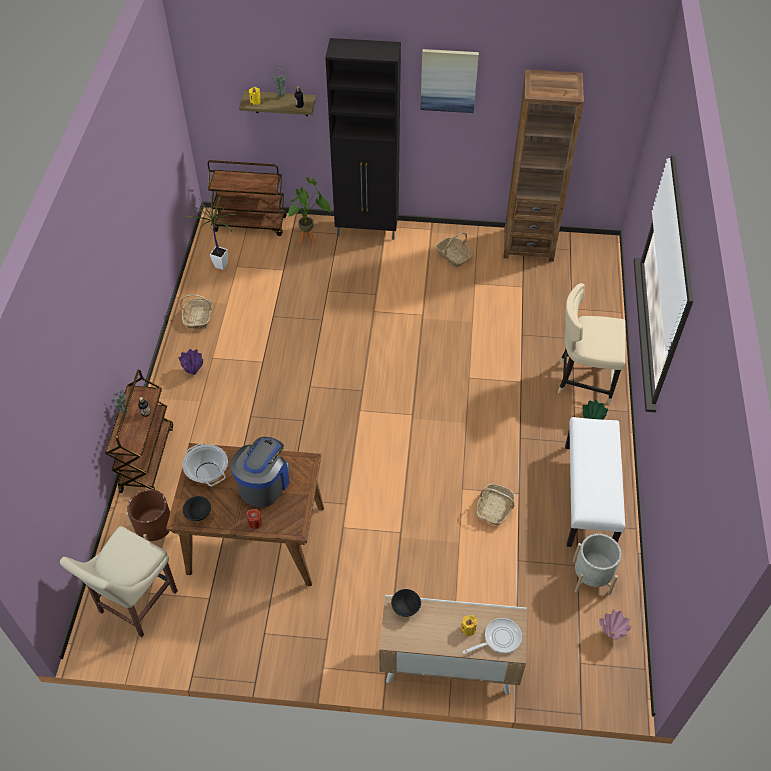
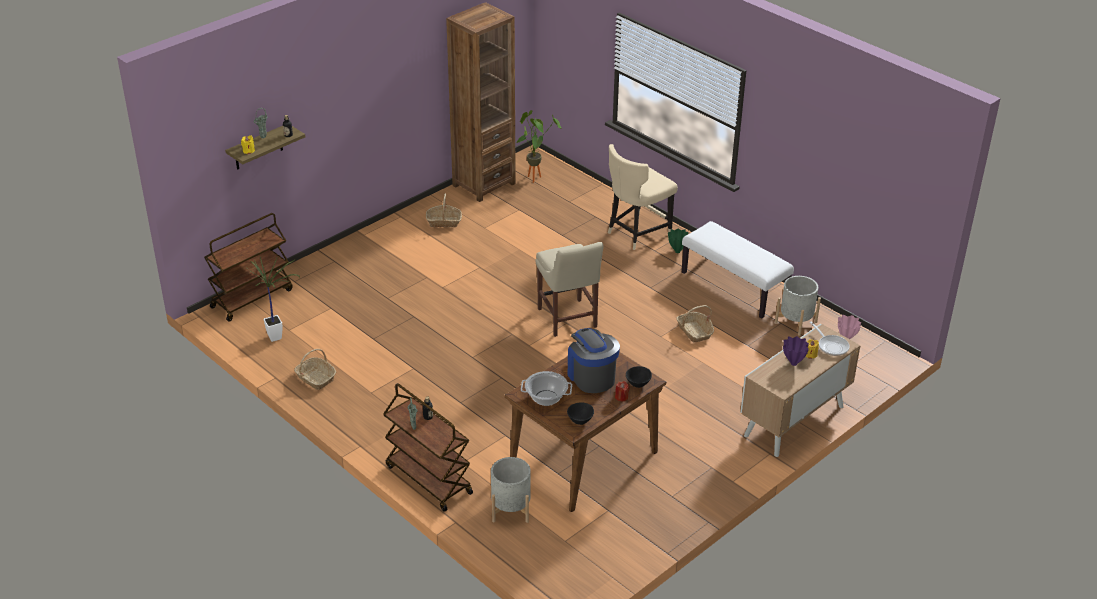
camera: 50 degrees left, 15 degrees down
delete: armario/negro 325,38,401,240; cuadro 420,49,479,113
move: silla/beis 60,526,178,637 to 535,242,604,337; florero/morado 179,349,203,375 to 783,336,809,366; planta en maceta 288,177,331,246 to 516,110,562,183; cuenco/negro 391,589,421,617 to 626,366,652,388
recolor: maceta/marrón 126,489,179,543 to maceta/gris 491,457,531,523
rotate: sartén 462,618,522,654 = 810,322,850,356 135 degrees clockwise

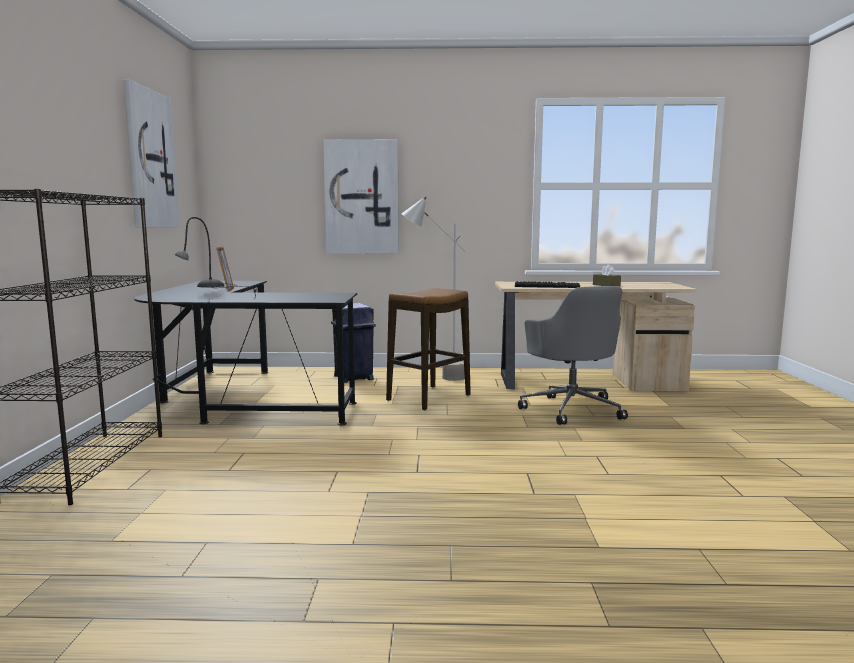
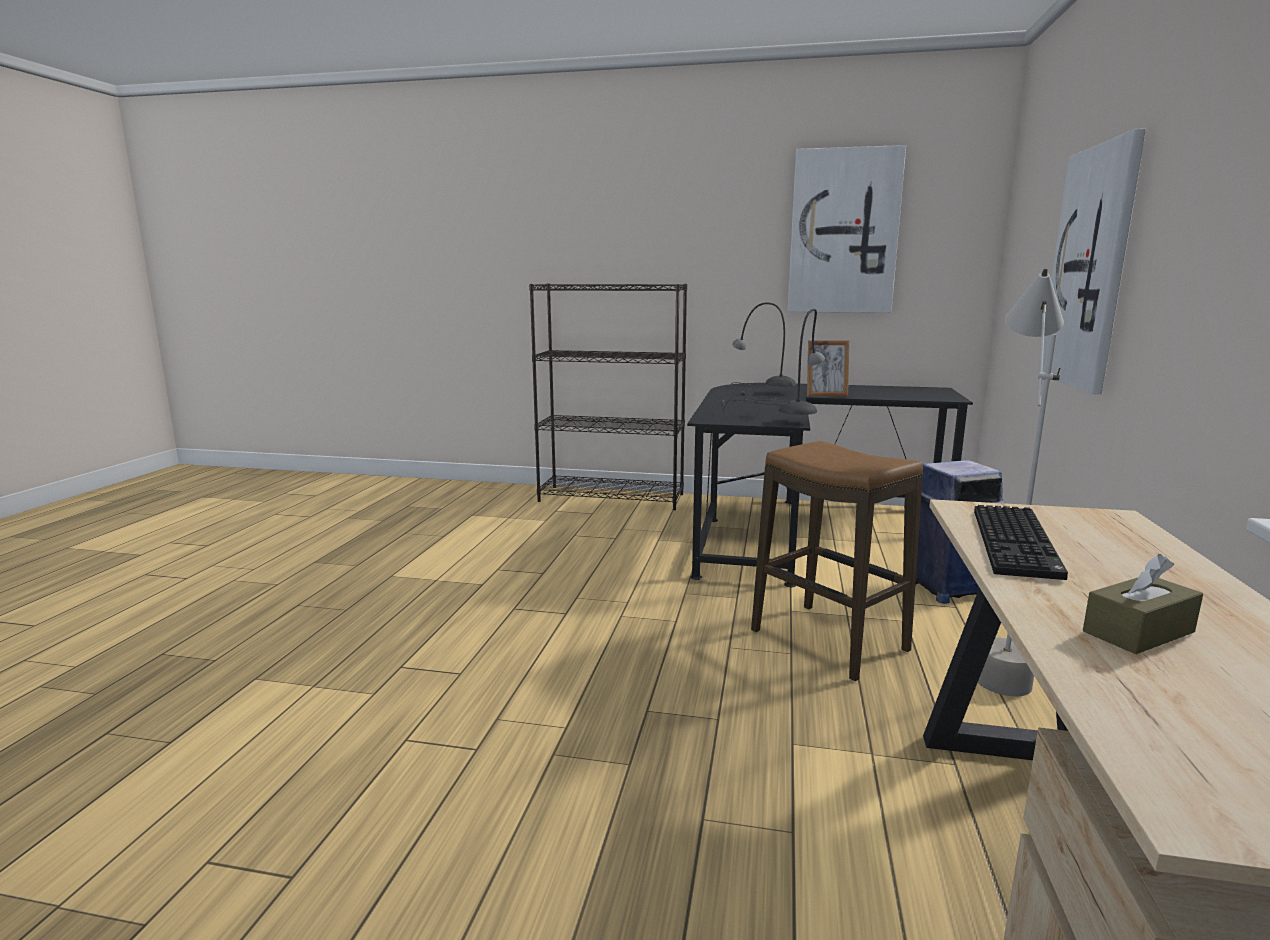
camera: 100 degrees right, 5 degrees up
delete: silla de oficina/gris 518,286,628,425
insert: lámpara de mesa/gris 721,309,825,415

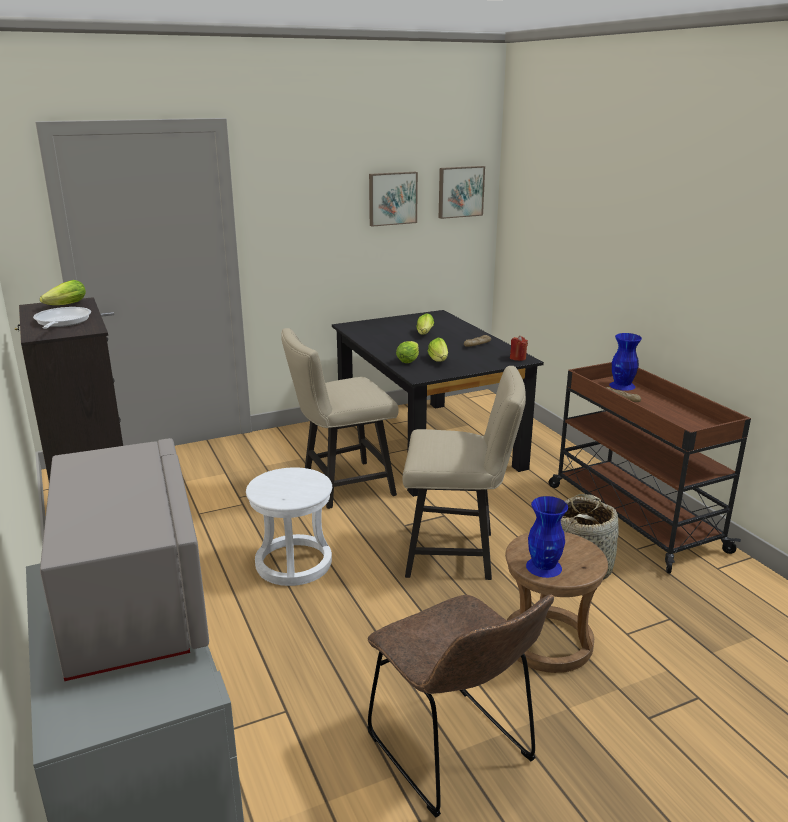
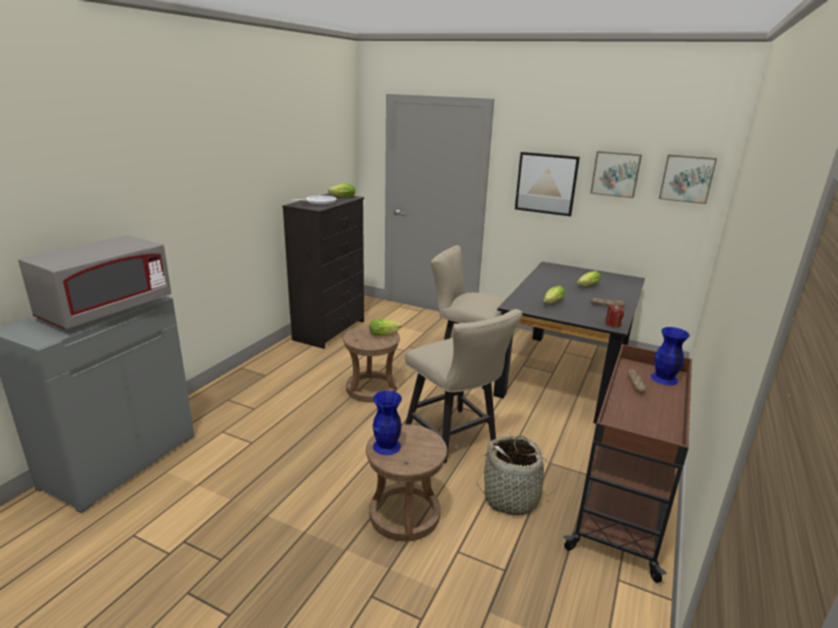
camera: 50 degrees right, 0 degrees up
delete: silla/marrón 367,594,554,817
insert: cuadro 515,152,580,216
move: lechuga 396,341,419,363 to 370,318,401,336
recolor: taburete/blanco 246,467,332,586 to taburete/marrón 343,325,400,403

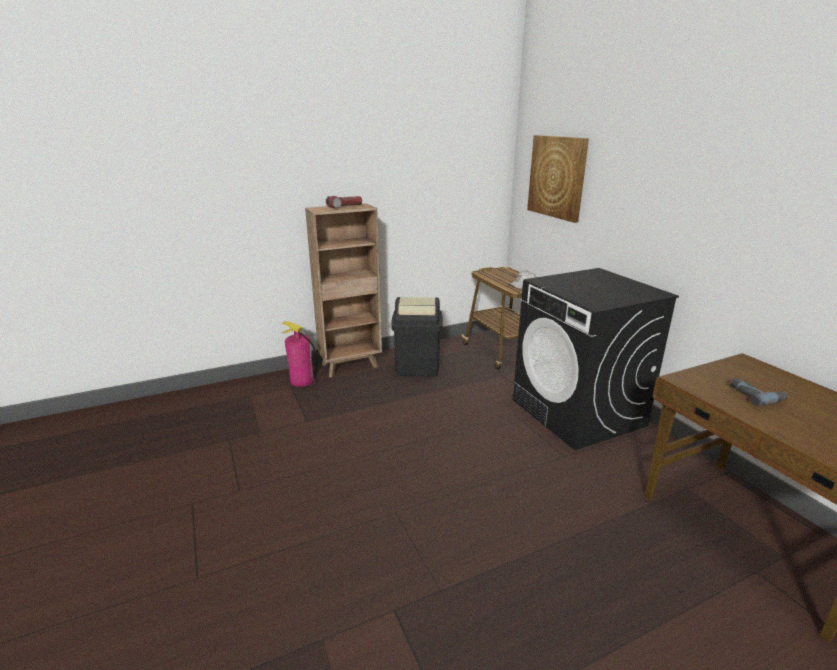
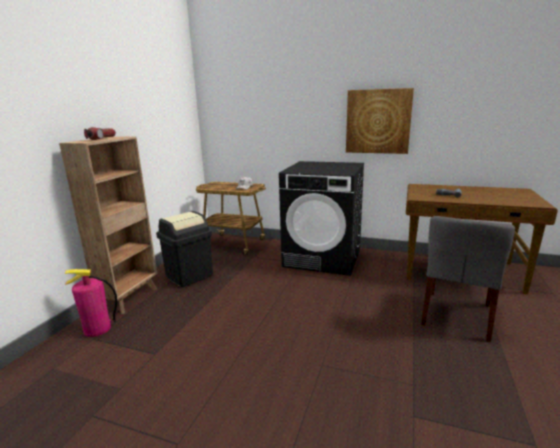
camera: 45 degrees left, 5 degrees down
insert: silla/gris 421,216,515,342
move: cuadro 527,135,589,223 to 346,88,414,154

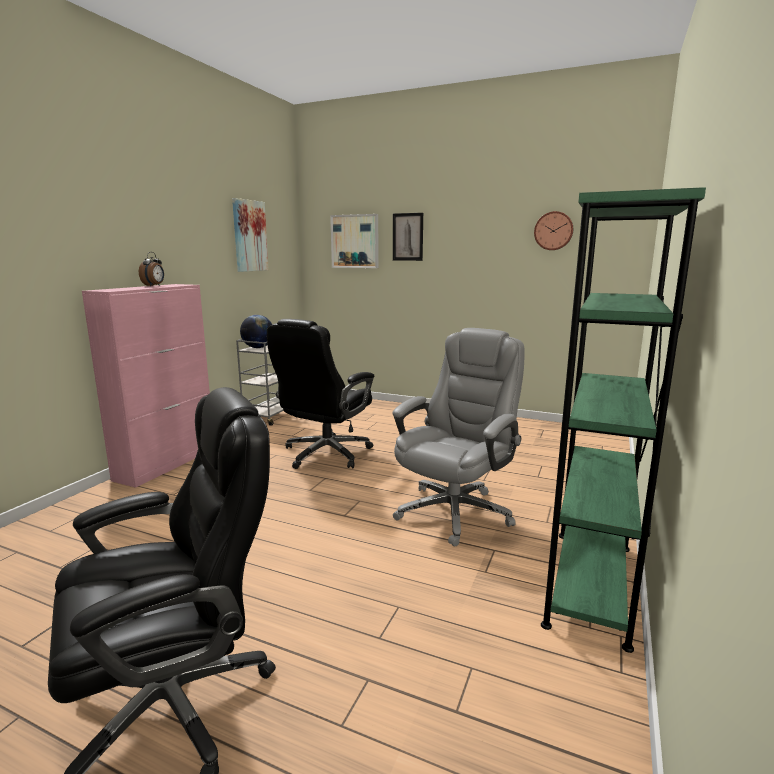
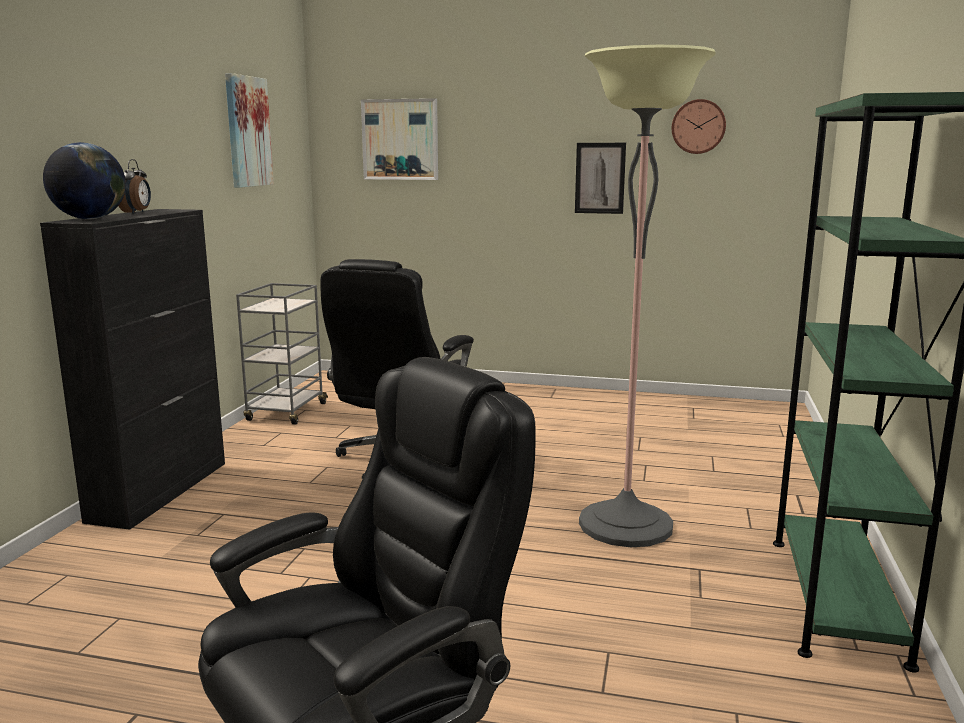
camera: 10 degrees left, 0 degrees up
move: globo terráqueo 240,315,272,348 to 43,142,126,219; cuadro 393,213,423,261 to 575,143,626,214
replace: silla de oficina/gris 393,328,525,547 to lámpara de pie 579,45,716,547
recolor: armario/rosa 82,284,210,488 to armario/negro 40,209,225,530

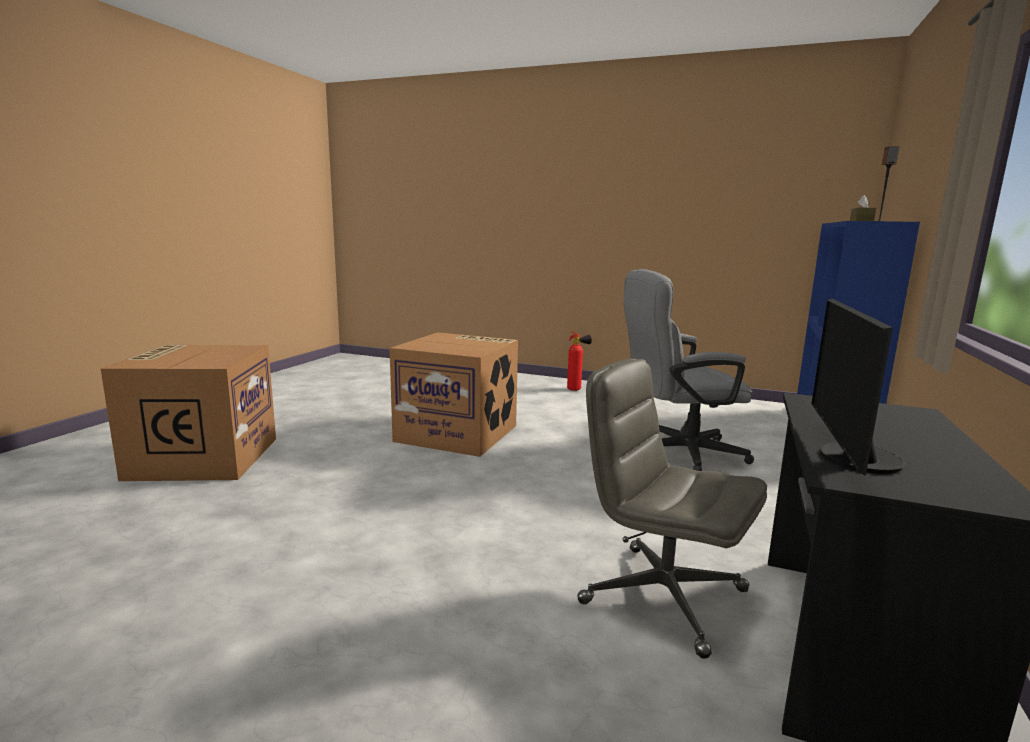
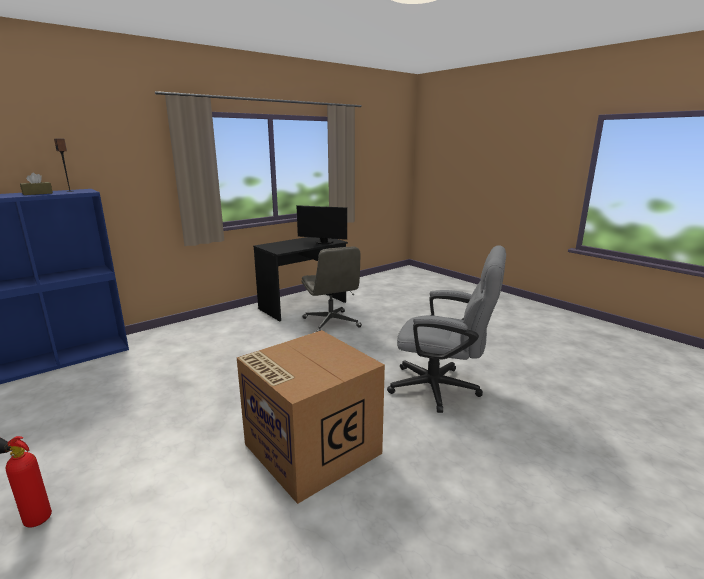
camera: 150 degrees left, 5 degrees up
delete: caja de cartón 101,345,276,481
move: silla de oficina/gris 624,269,754,471 to 387,245,506,413
rotate: monitor 812,299,906,476 = 296,205,347,244 60 degrees clockwise

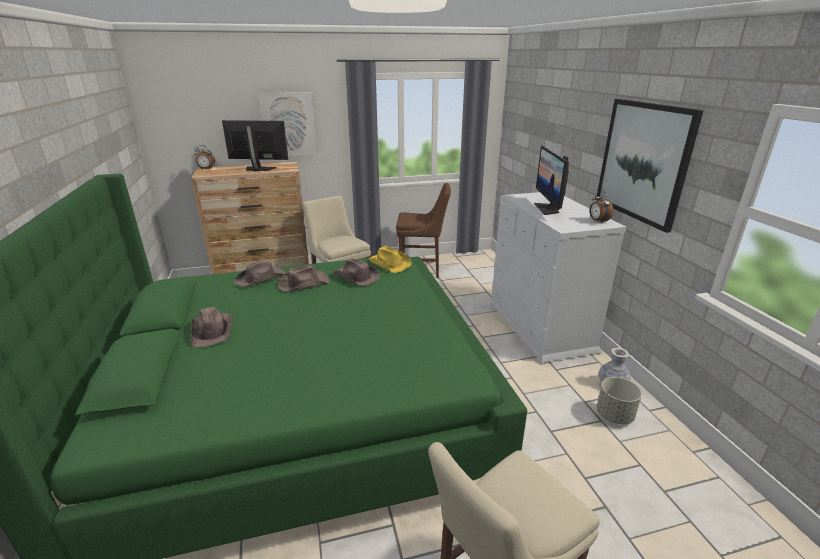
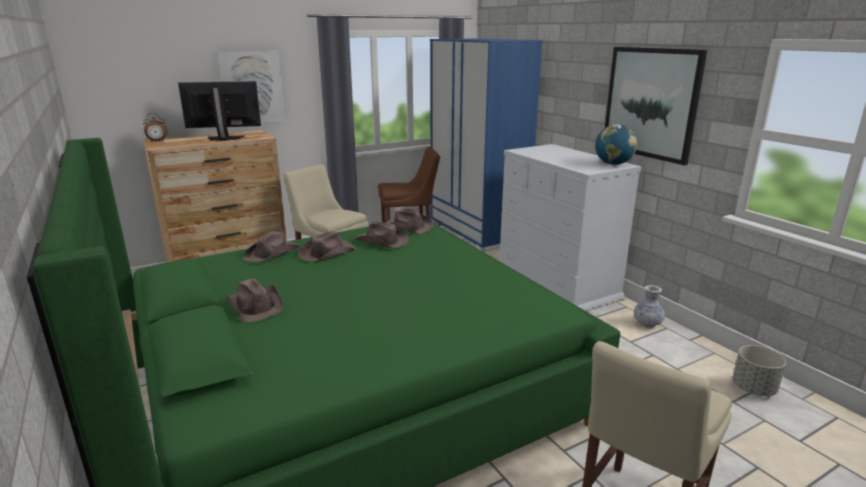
camera: 15 degrees left, 5 degrees down
delete: monitor 534,146,569,215
insert: armario ropero/azul 430,39,542,253
move: maceta/gris 596,377,642,425 to 733,345,786,396
replace: despertador 589,191,613,224 to globo terráqueo 595,124,637,165
recolor: sombrero/amarillo 368,246,412,273 to sombrero/marrón 385,208,434,234

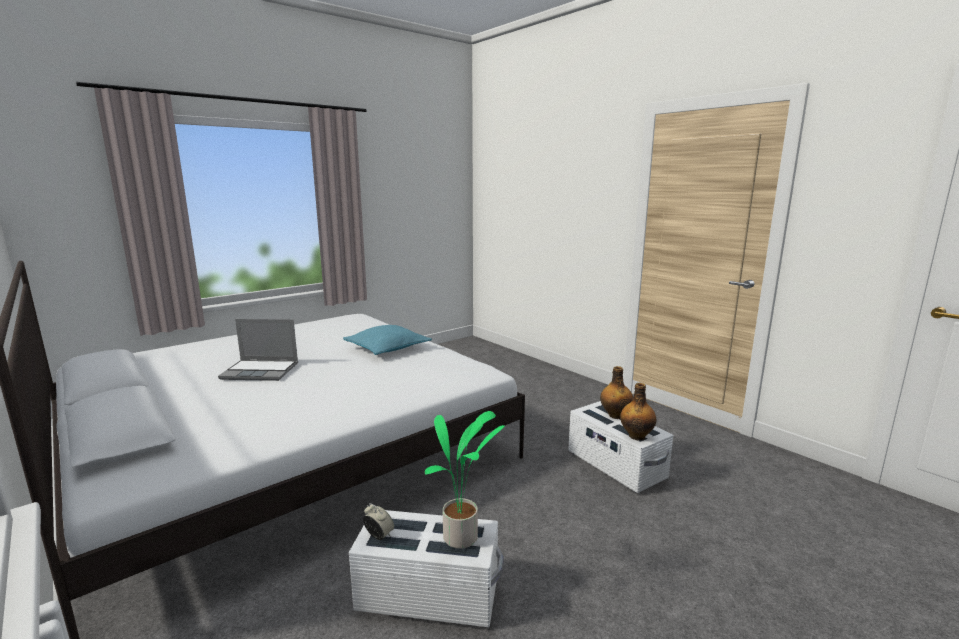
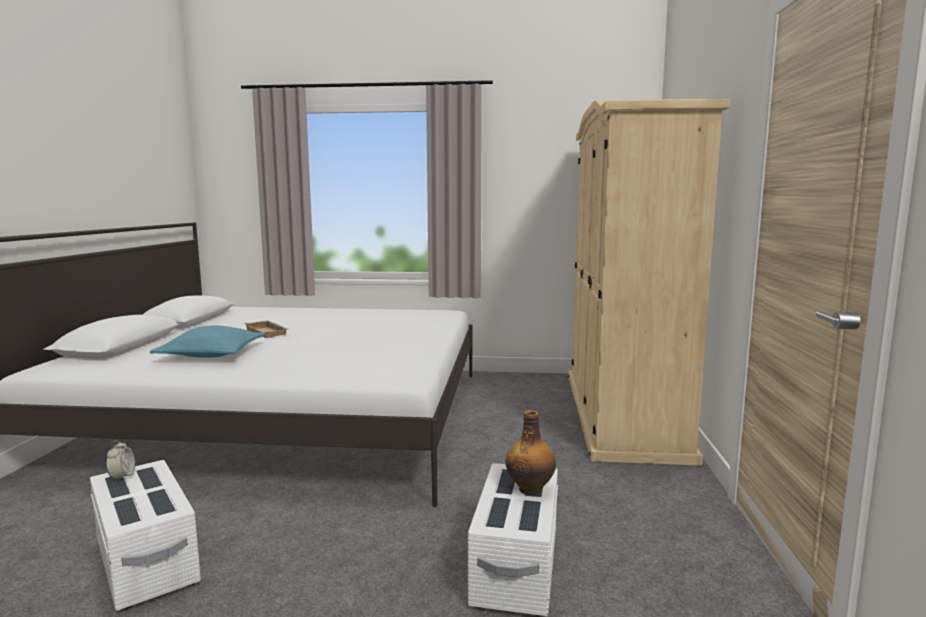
camera: 45 degrees right, 5 degrees down
delete: planta en maceta 424,411,505,549; botella 620,383,656,440
insert: armario ropero/beis 568,99,731,466
move: cojín/turquesa 343,325,432,355 to 150,325,265,357
replace: portátil 218,319,298,381 to bandeja/beis 244,320,289,338

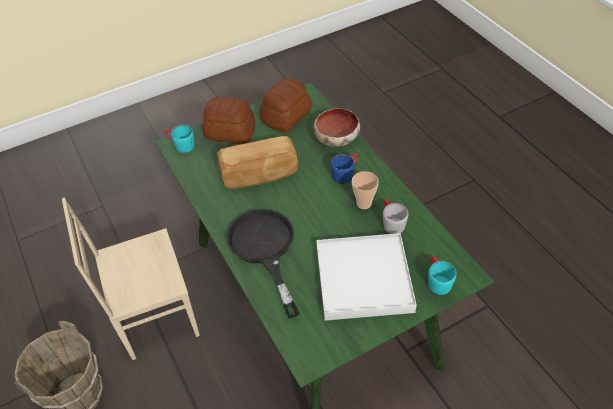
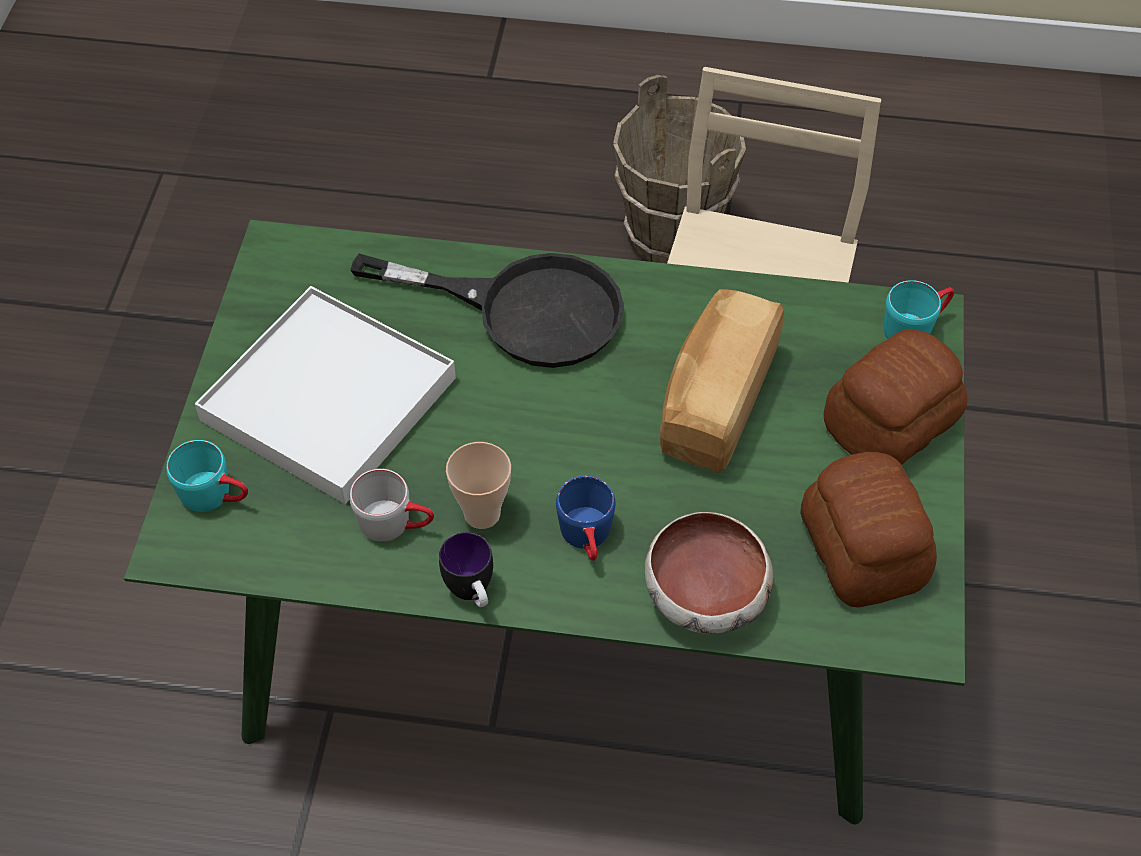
camera: 125 degrees right, 5 degrees up
insert: taza grande 439,532,493,607

